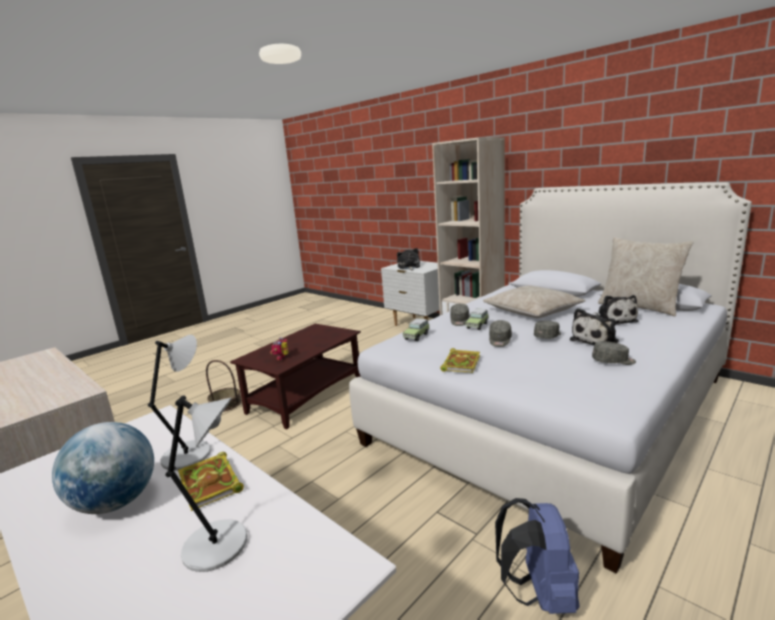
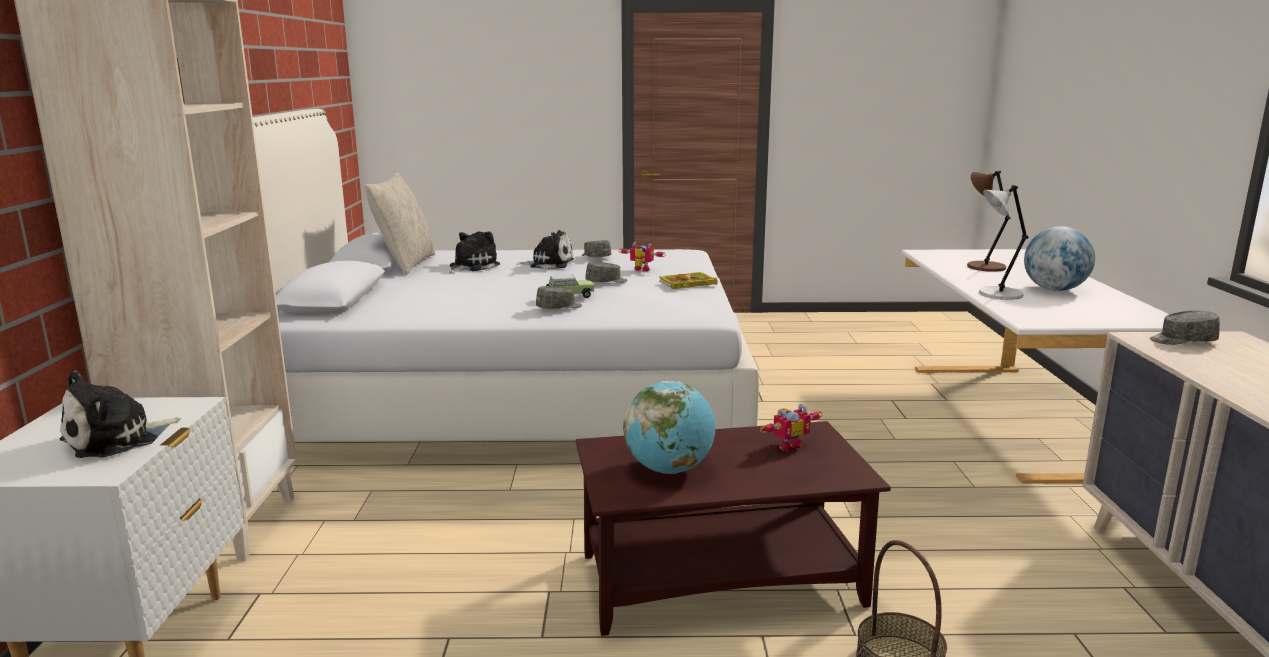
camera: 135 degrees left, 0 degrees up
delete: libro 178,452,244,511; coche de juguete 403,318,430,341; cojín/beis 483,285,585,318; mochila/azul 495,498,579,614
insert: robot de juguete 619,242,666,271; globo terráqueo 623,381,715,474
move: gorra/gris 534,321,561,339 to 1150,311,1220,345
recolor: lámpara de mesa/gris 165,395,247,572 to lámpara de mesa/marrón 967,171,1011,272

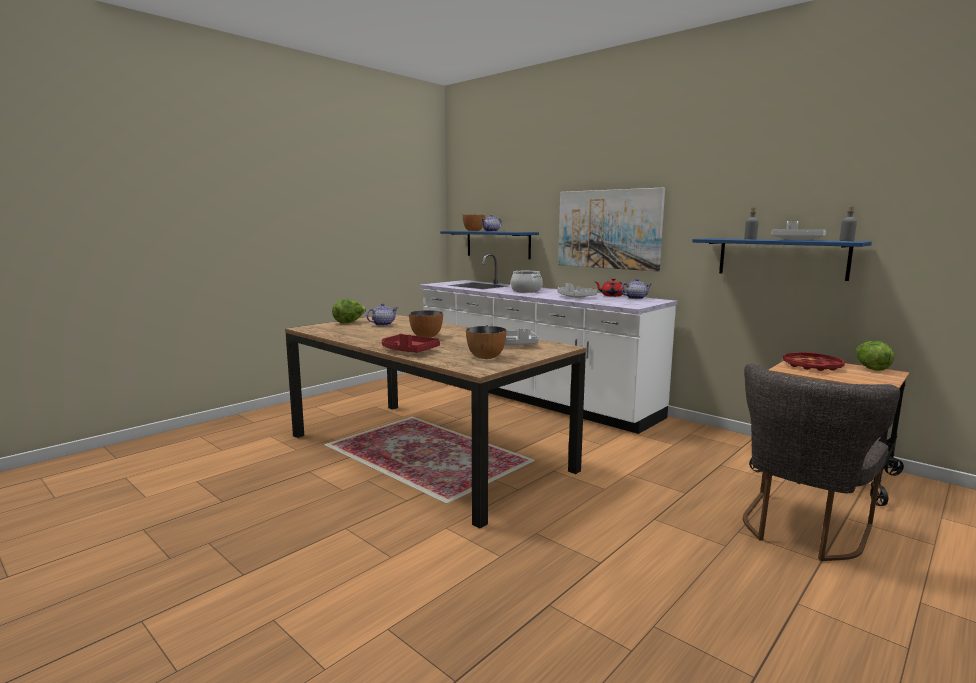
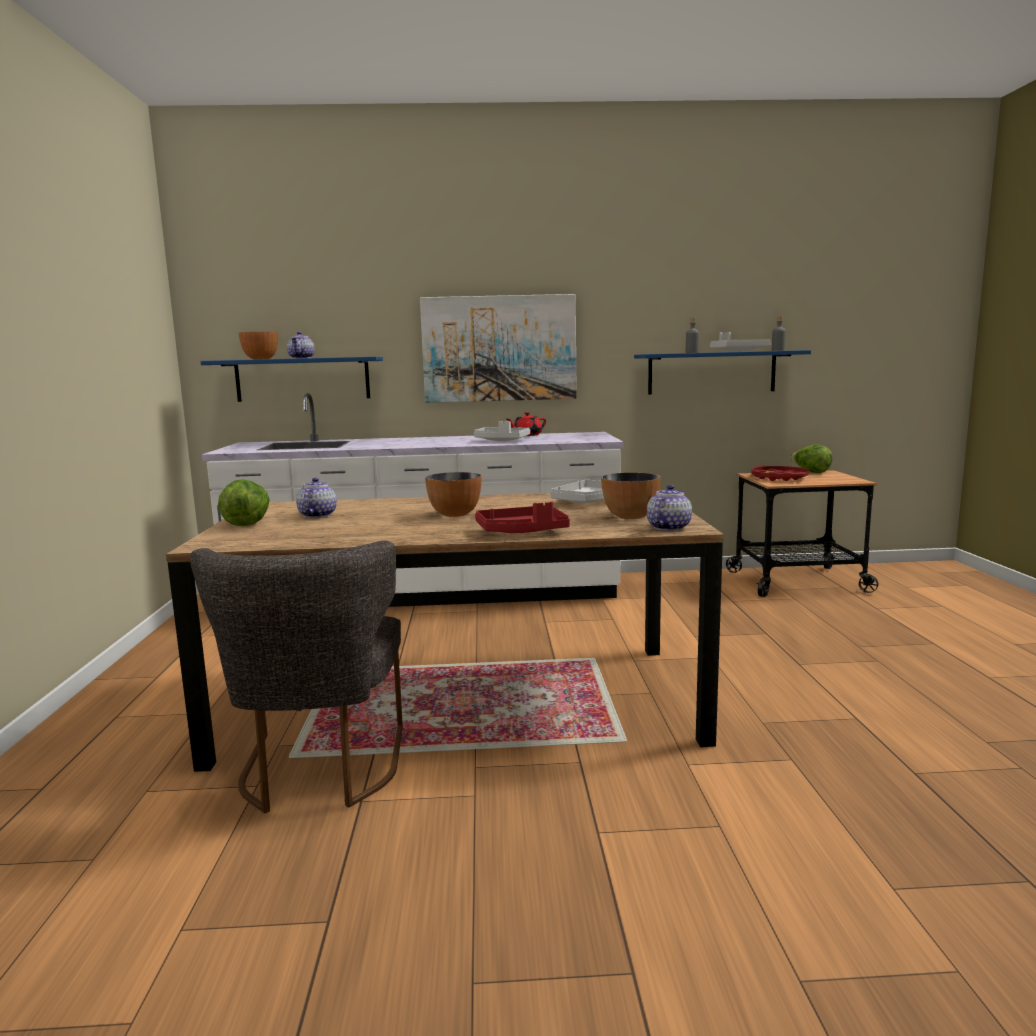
camera: 45 degrees left, 0 degrees up
delete: olla 511,271,543,293
move: tetera 621,279,651,299 to 647,485,692,531; silla/gris 743,363,900,561 to 190,541,403,814

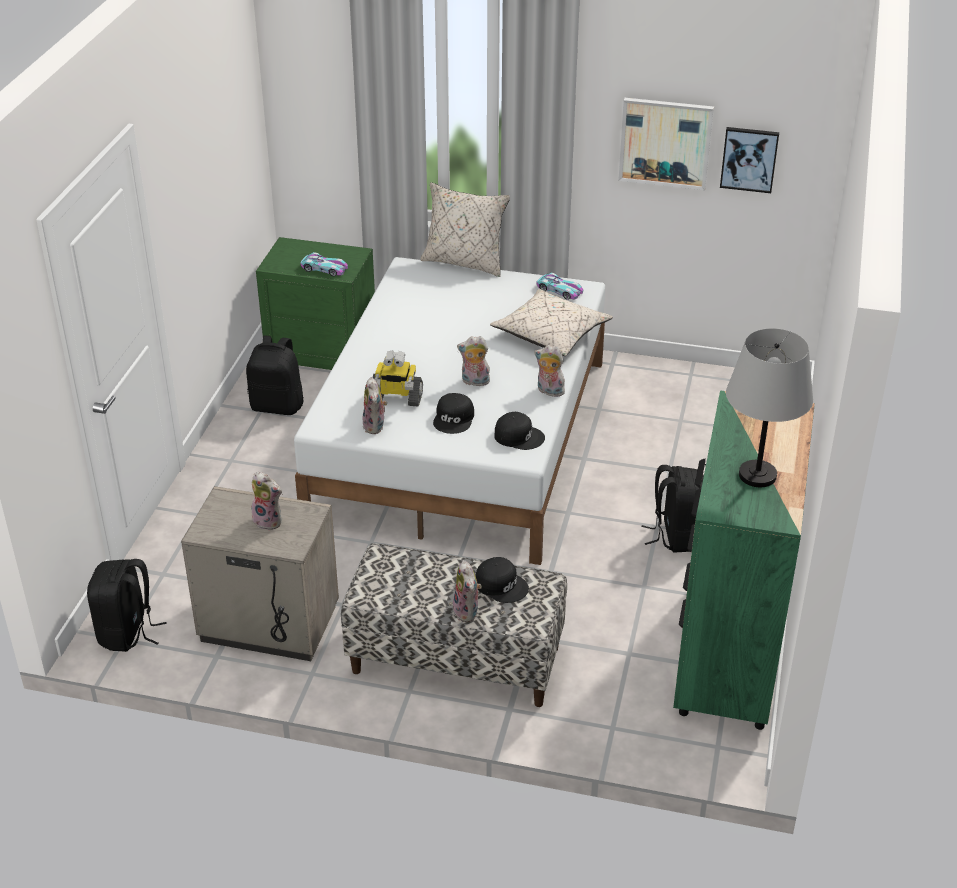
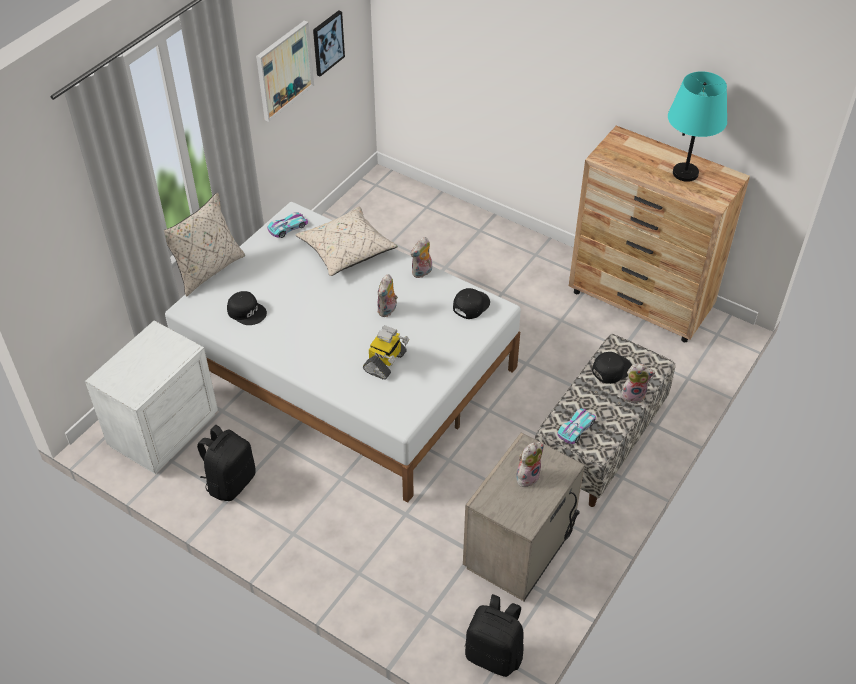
camera: 70 degrees left, 10 degrees up
delete: peluche 362,377,387,434; mochila/negro 641,465,704,553
move: coche de juguete 300,252,348,277 to 557,408,596,444; gorra/negro 433,393,474,434 to 227,291,267,325
recolor: mesita de noche/verde 256,237,375,370 to mesita de noche/blanco 85,321,218,474; cómoda/verde 673,390,815,730 to cómoda/marrón 569,126,750,342; lámpara de mesa/gris 726,328,813,487 to lámpara de mesa/turquesa 668,71,727,182

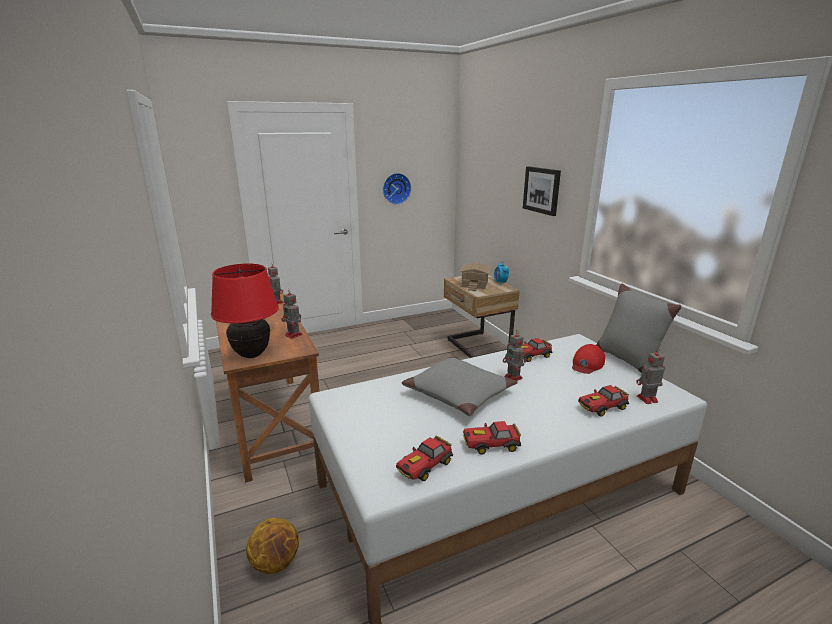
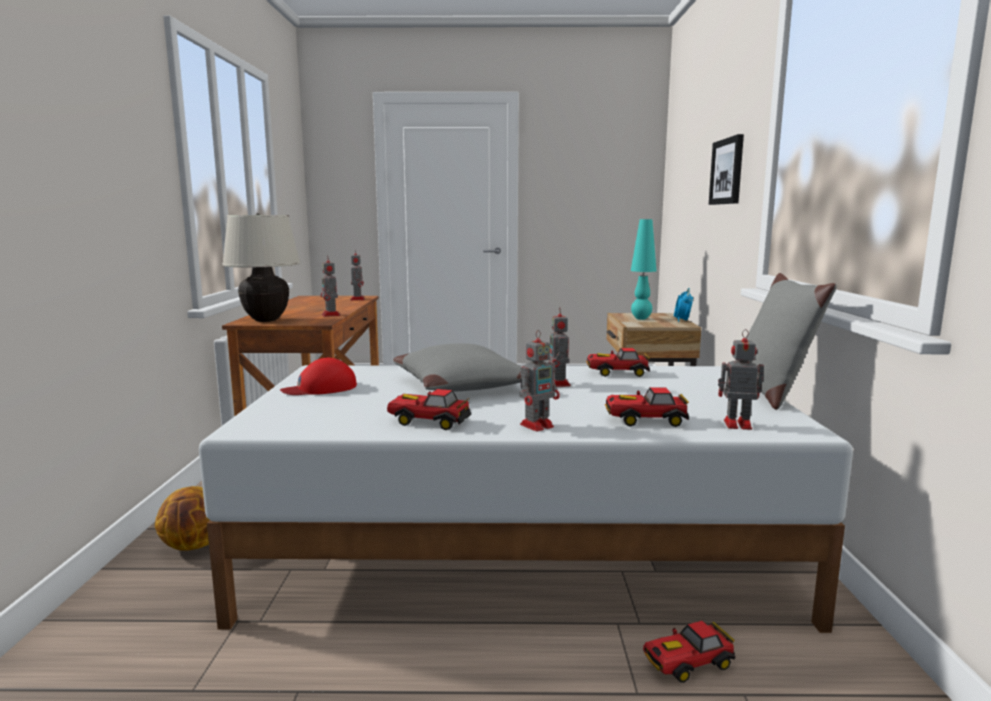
camera: 25 degrees right, 10 degrees down
delete: reloj de pared 383,173,411,205
insert: robot de juguete 520,330,560,432
move: coche de juguete 396,435,453,481 to 643,621,736,683; gorra/rojo 572,344,605,374 to 280,358,357,395
replace: casita 459,263,492,291 to lámpara de mesa/turquesa 631,219,657,320
recolor: lámpara de mesa/rojo 211,264,279,358 to lámpara de mesa/beis 222,213,301,322

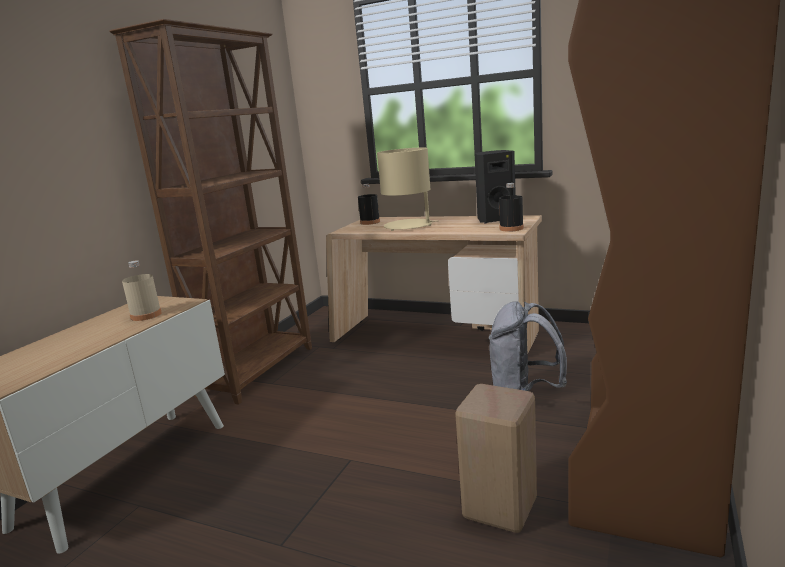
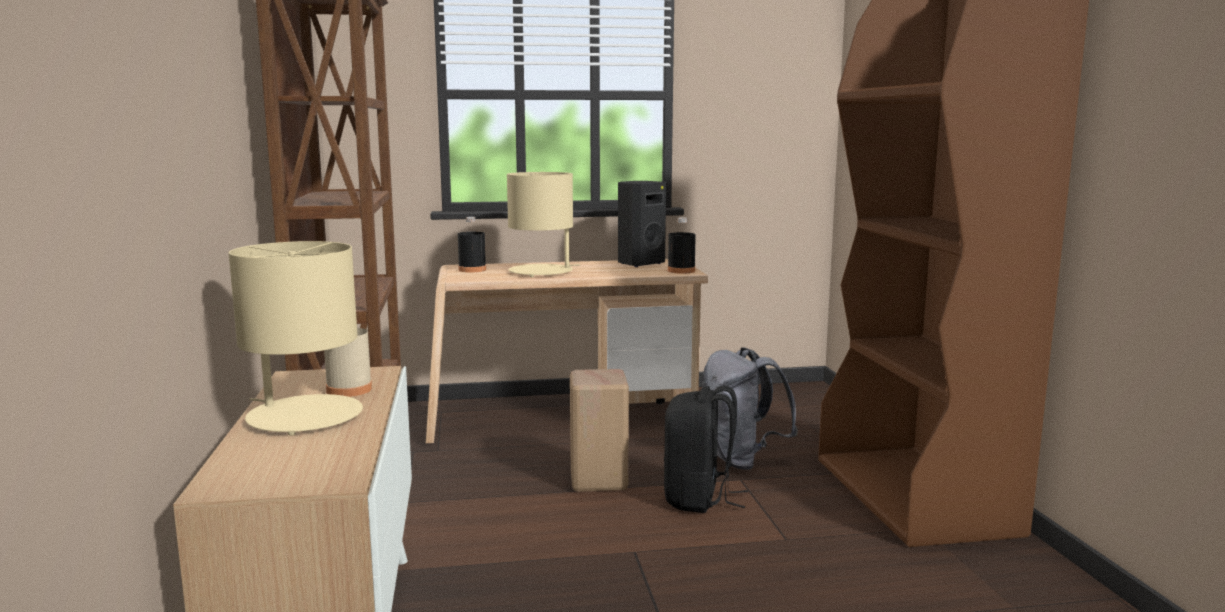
camera: 35 degrees left, 5 degrees down
insert: lámpara de mesa/beis 228,241,363,436; mochila/negro 664,386,748,513
move: taburete/beis 456,384,537,533 to 570,369,629,492

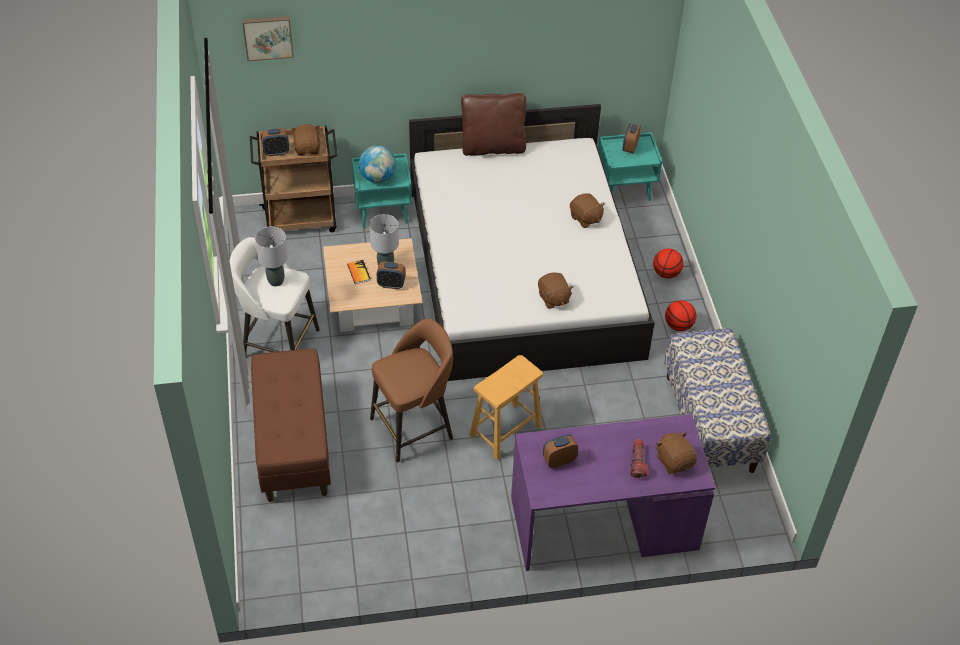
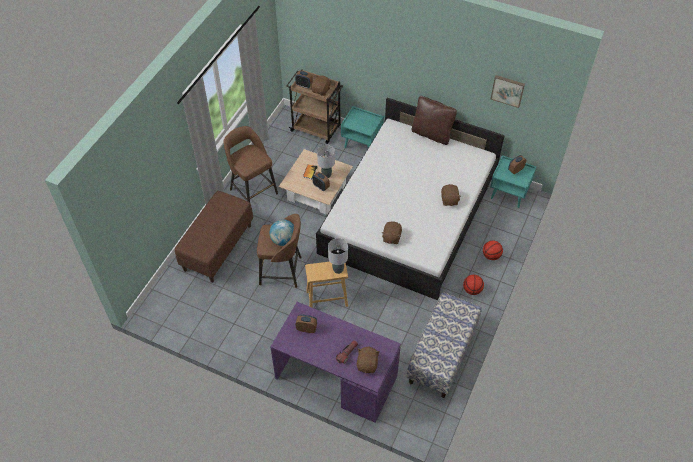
camera: 35 degrees right, 5 degrees up
move: cuadro 242,16,294,61 to 491,75,525,108; lámpara de mesa/gris 255,227,288,286 to 328,238,348,274; globo terráqueo 359,146,396,183 to 270,219,294,246
recolor: taburete/blanco 230,237,320,355 to taburete/marrón 223,126,278,202

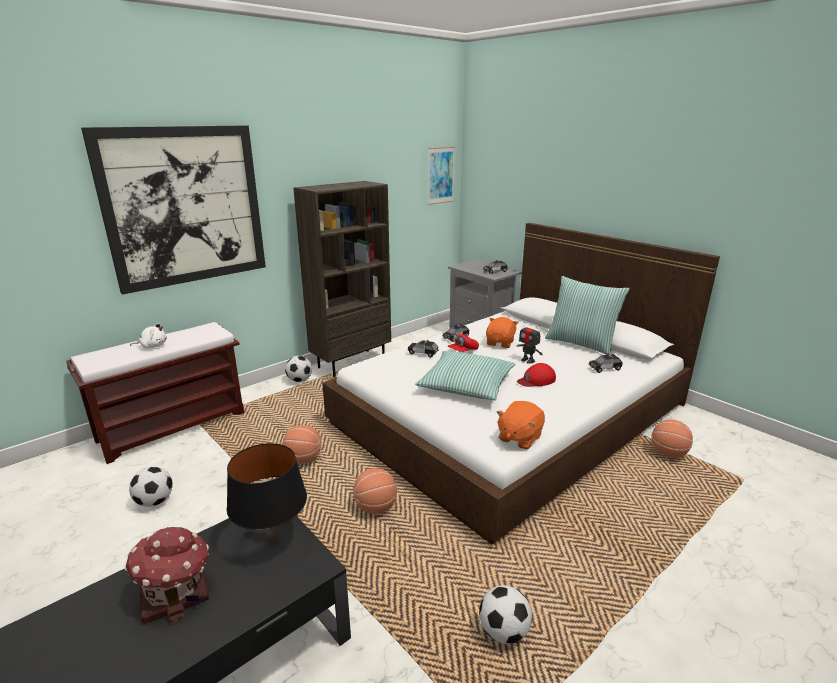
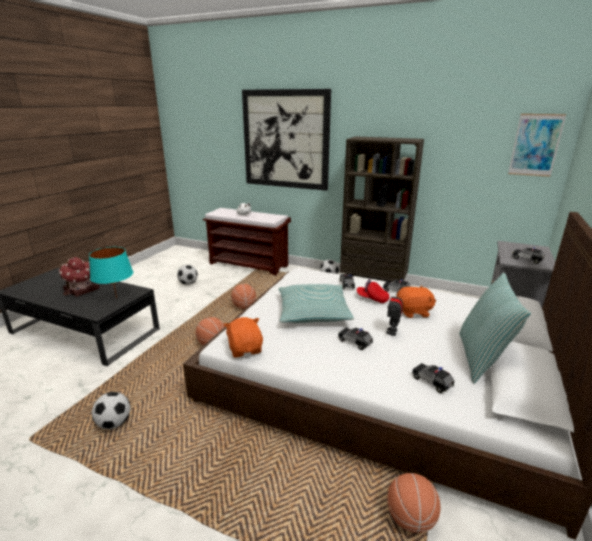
camera: 65 degrees right, 0 degrees up
replace: gorra/rojo 517,363,556,387 to coche de juguete 338,328,373,350
recolor: lámpara de mesa/negro 227,443,307,541 to lámpara de mesa/turquesa 89,247,133,299
rotate: peluche/naranja 497,401,545,449 = 224,317,263,358 60 degrees clockwise

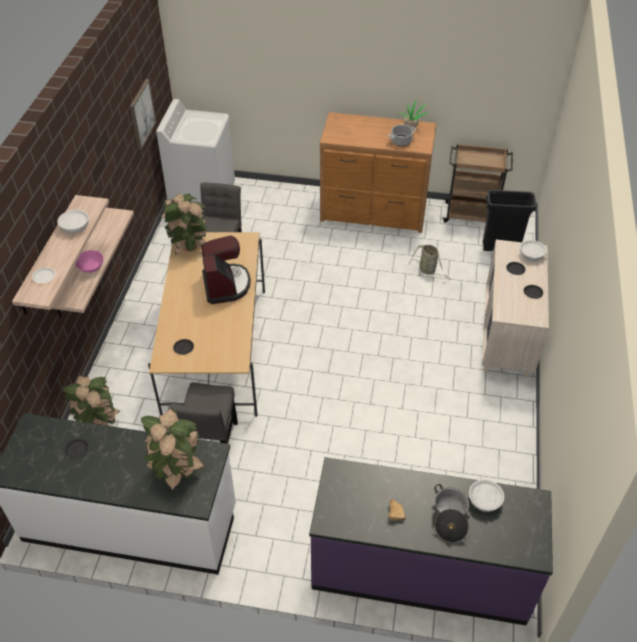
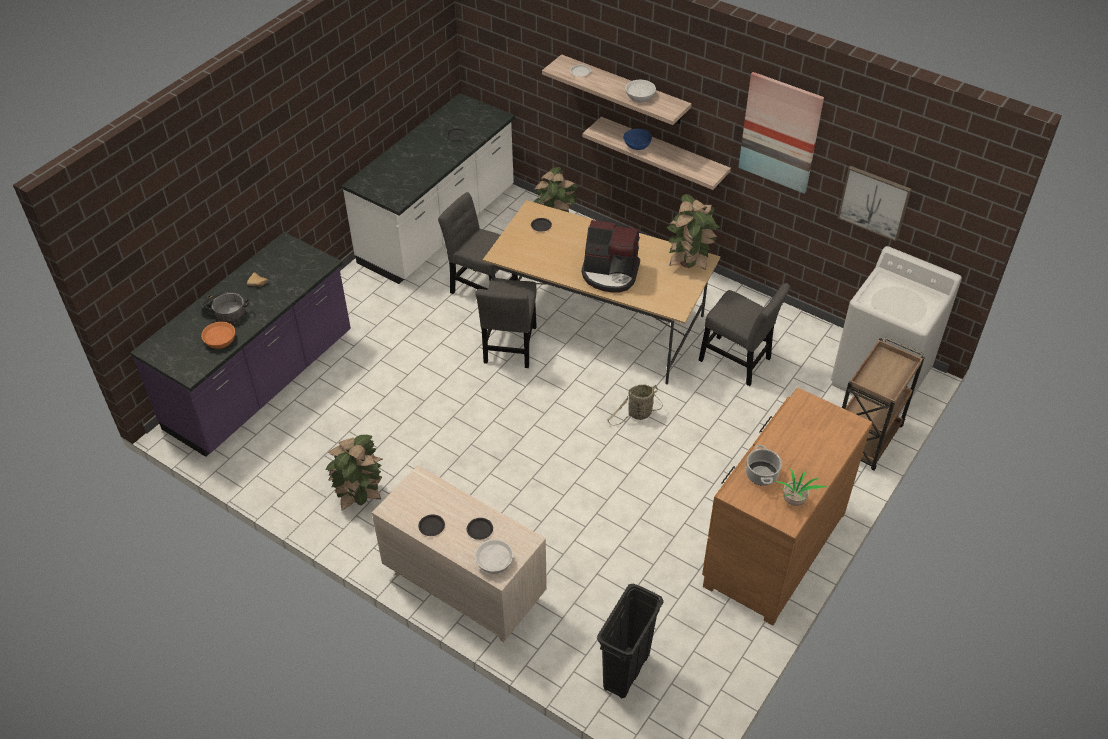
camera: 115 degrees right, 0 degrees up
insert: silla/gris 476,278,537,368; cuadro 738,72,824,194
move: planta en maceta 141,408,205,491 to 326,435,382,510; cesta 408,245,450,279 to 607,384,663,426; carrito/marrón 442,144,513,223 to 842,337,925,471
recolor: cuenco/rosa 75,250,103,273 to cuenco/azul 623,129,652,150; cuenco/blanco 469,480,504,512 to cuenco/naranja 201,322,235,349

